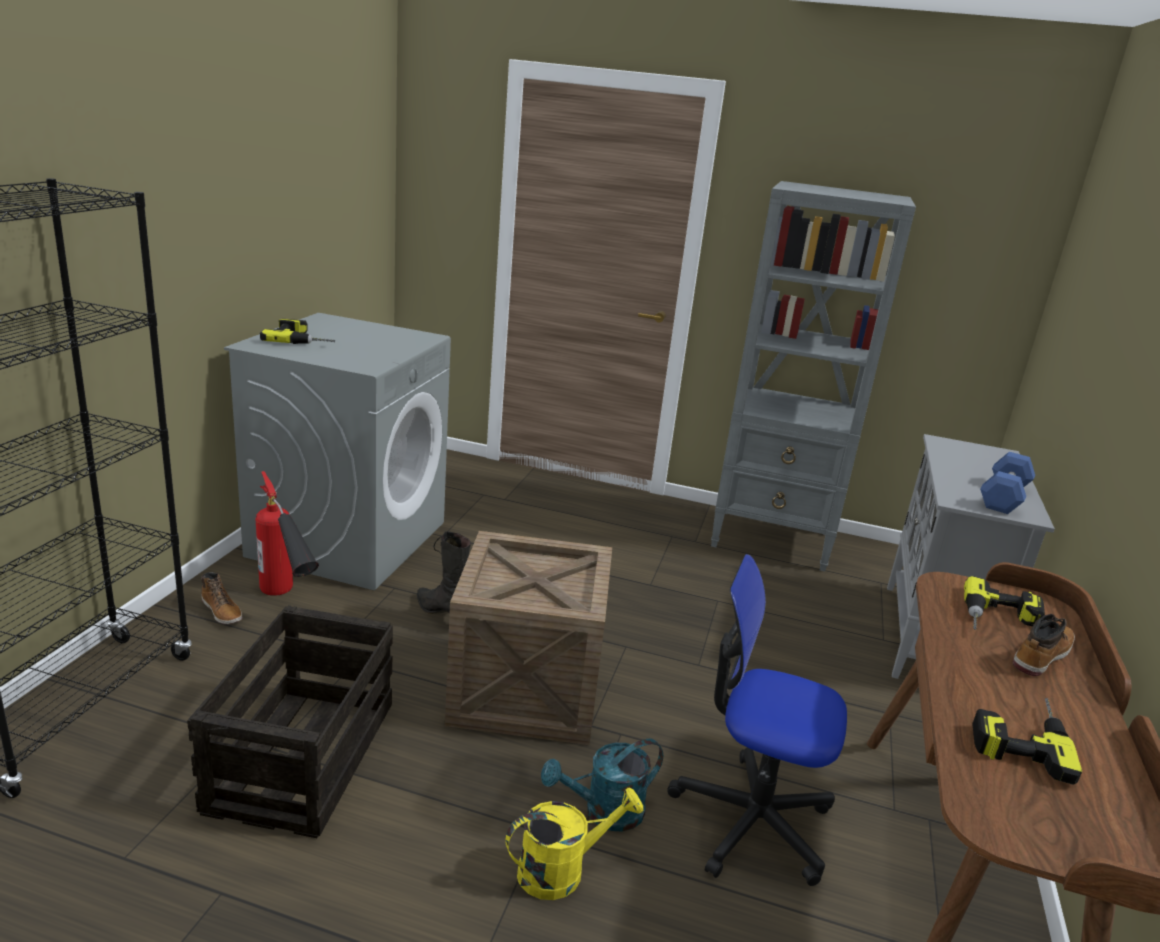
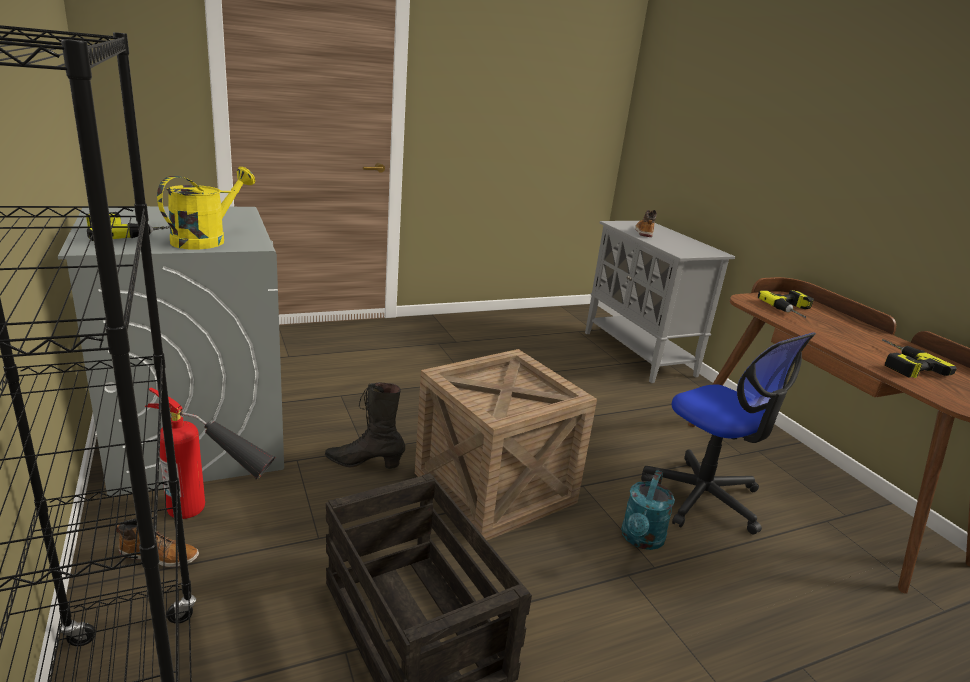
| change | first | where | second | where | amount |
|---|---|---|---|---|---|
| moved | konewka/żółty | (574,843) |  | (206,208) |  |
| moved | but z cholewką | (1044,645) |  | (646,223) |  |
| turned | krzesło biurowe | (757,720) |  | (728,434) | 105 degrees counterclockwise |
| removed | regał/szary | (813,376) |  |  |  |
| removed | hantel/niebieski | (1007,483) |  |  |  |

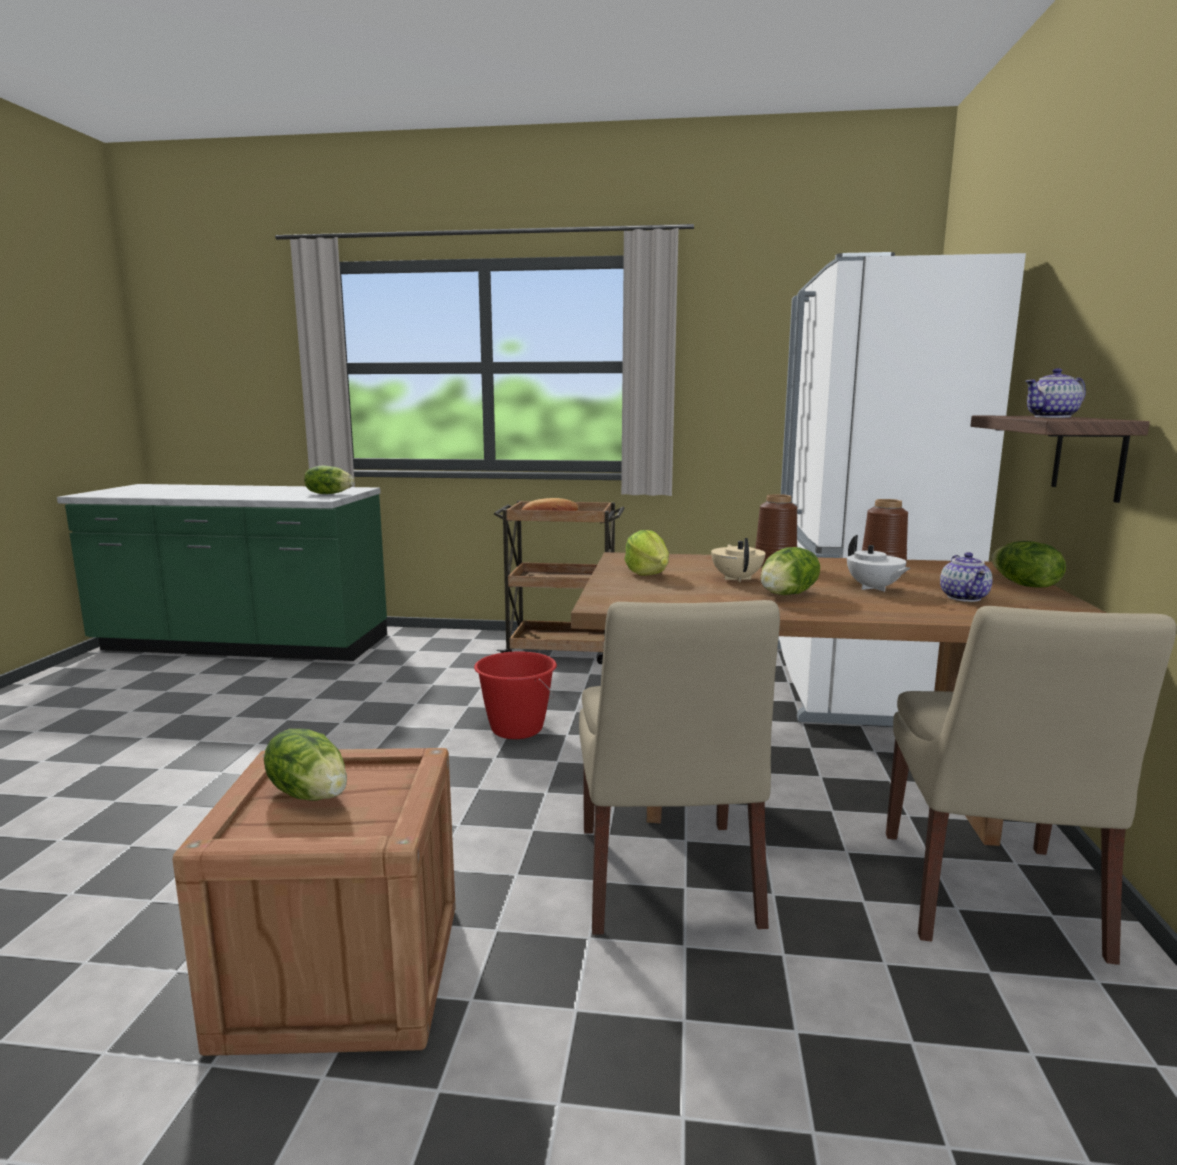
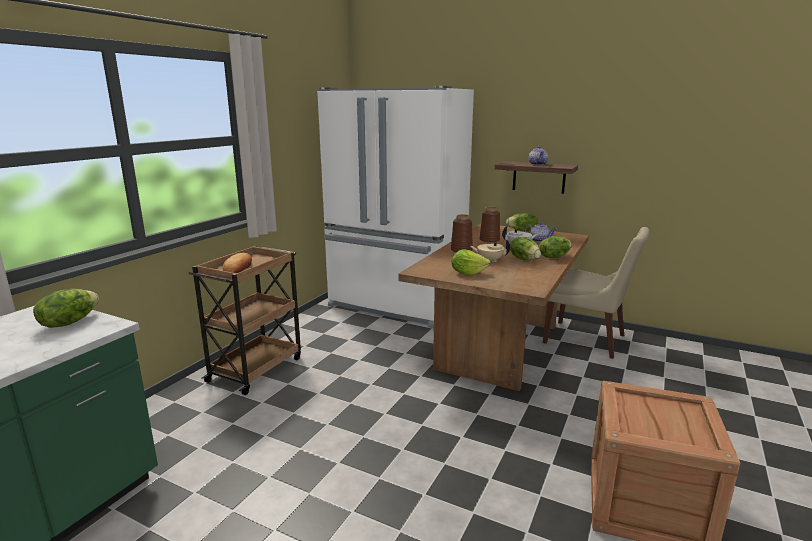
| change | first | where | second | where | amount |
|---|---|---|---|---|---|
| moved | sałata | (305,765) |  | (555,247) |  |
| removed | wiadro/czerwony | (515,695) |  |  |  |
| removed | krzesło/beżowy | (679,767) |  |  |  |

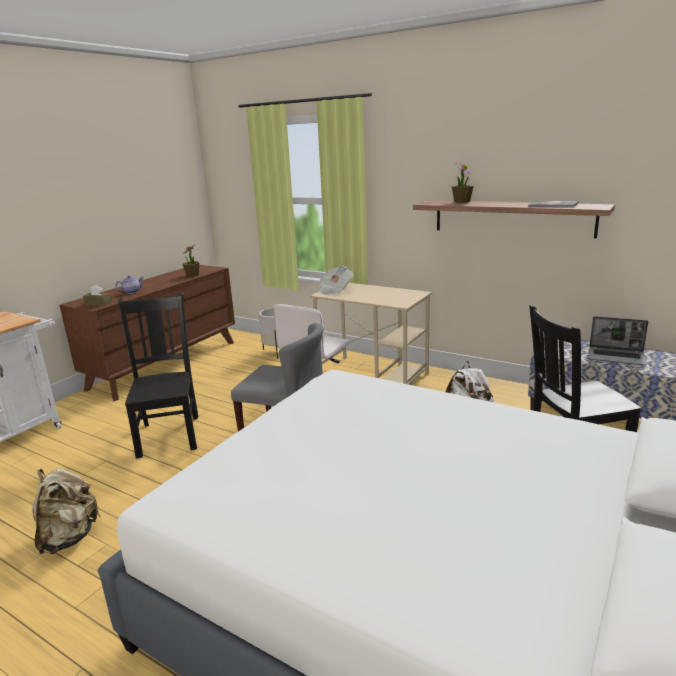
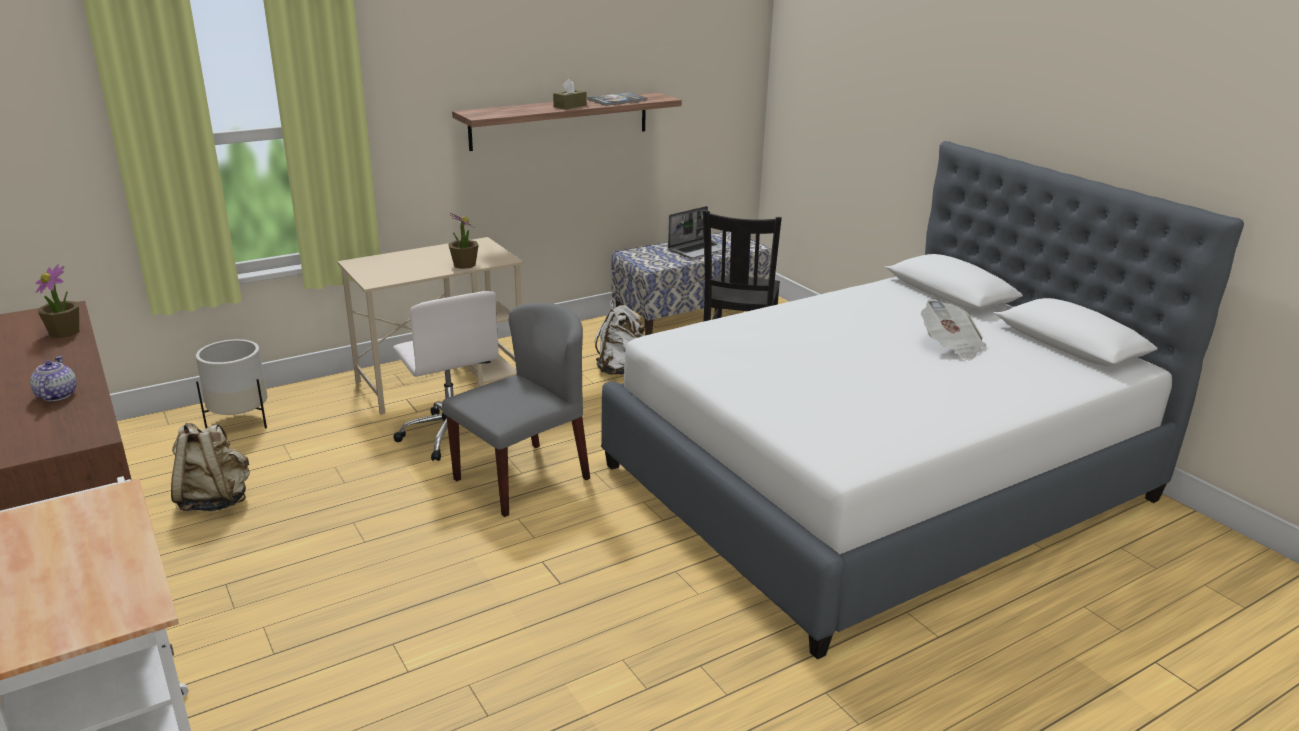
| change | first | where | second | where | amount |
|---|---|---|---|---|---|
| moved | plecak/beżowy | (66,511) |  | (210,467) |  |
| moved | roślina doniczkowa | (463,182) |  | (463,241) |  |
| moved | pudełko chusteczek/brązowy | (97,295) |  | (570,94) |  |
| moved | gazeta | (336,280) |  | (953,330) |  |
| removed | krzesło/czarny | (158,375) |  |  |  |

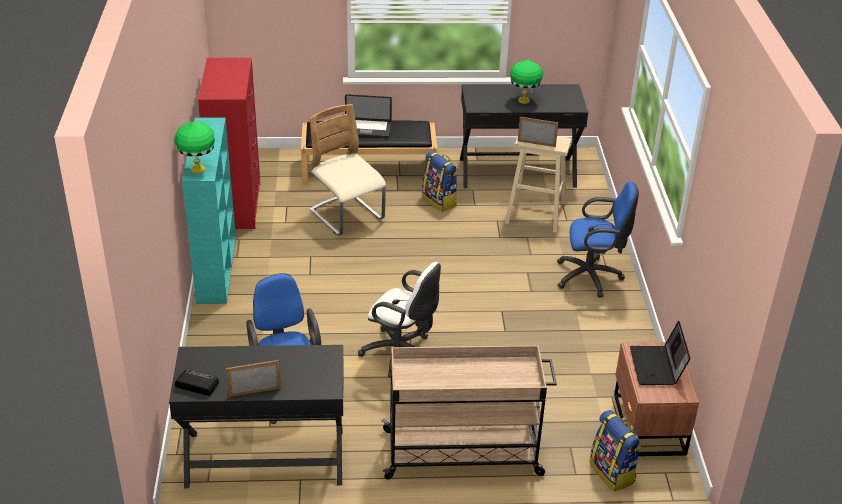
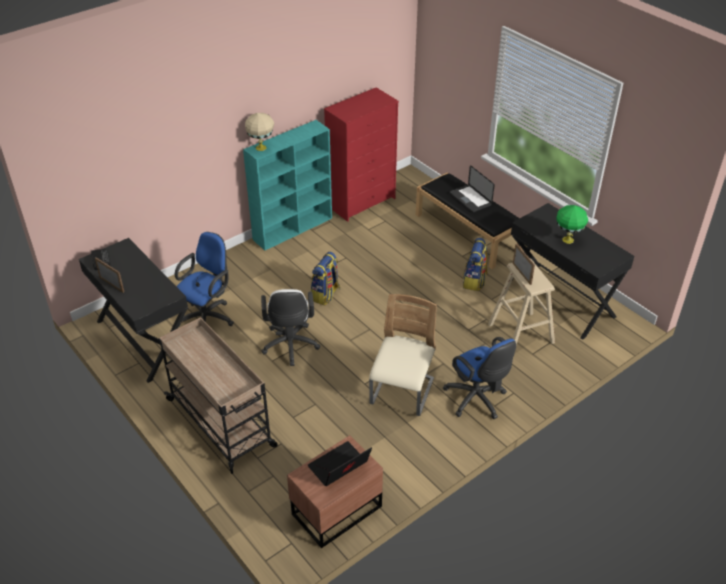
| change | first | where | second | where | amount |
|---|---|---|---|---|---|
| recoloured | lampa stołowa/zielony | (194,147) | lampa stołowa/beżowy | (259,132) |  |
| moved | plecak | (615,451) |  | (325,278) |  |
| moved | krzesło/beżowy | (347,170) |  | (403,355) |  |

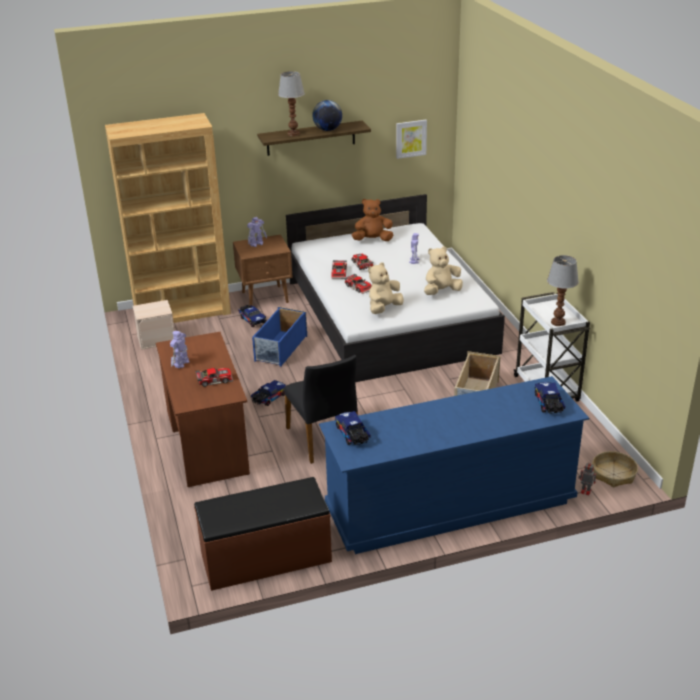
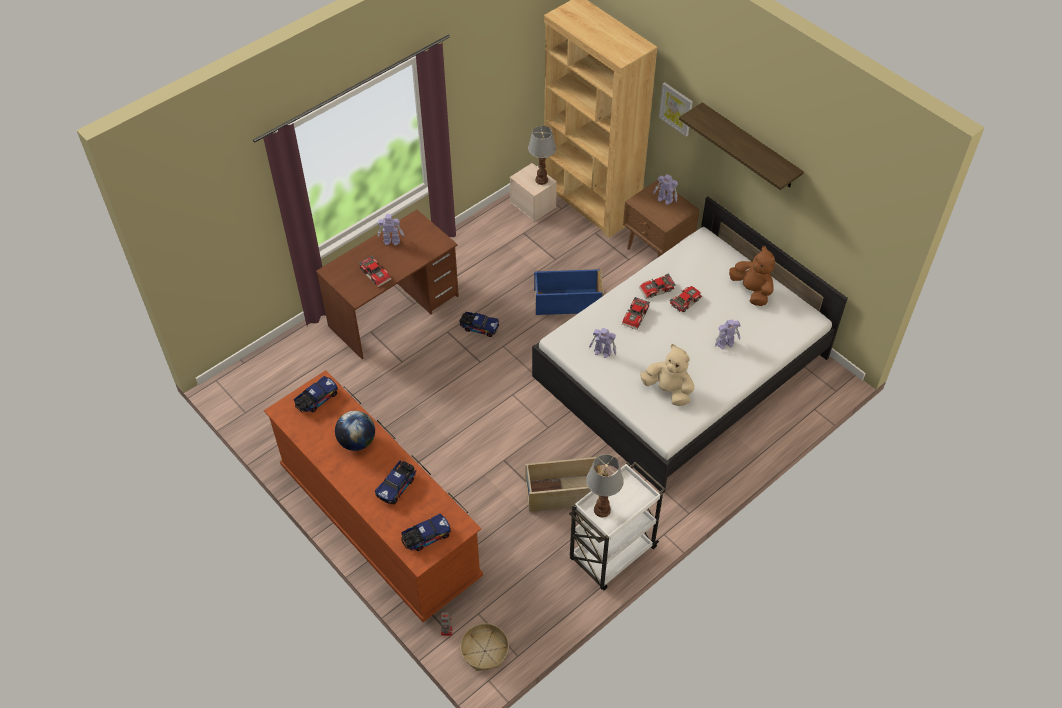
| change | first | where | second | where | amount |
|---|---|---|---|---|---|
| recoloured | komoda/niebieski | (454,465) | komoda/brązowy | (373,496) |  |
| moved | globus | (327,115) |  | (355,431) |  |
| moved | ciężarówka zabawkowa | (252,316) |  | (395,482) |  |
| moved | lampa stołowa | (291,103) |  | (542,155) |  |
| replaced | pluszak/beżowy | (386,288) | robot zabawkowy | (602,343) |  |
| moved | obraz | (411,139) |  | (676,109) |  |
| removed | ławka/brązowy | (263,534) |  |  |  |
| removed | krzesło/czarny | (321,409) |  |  |  |

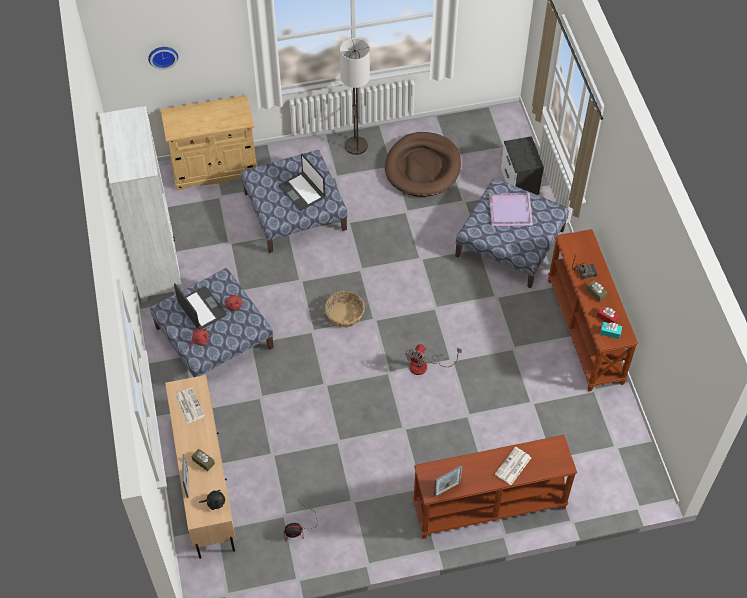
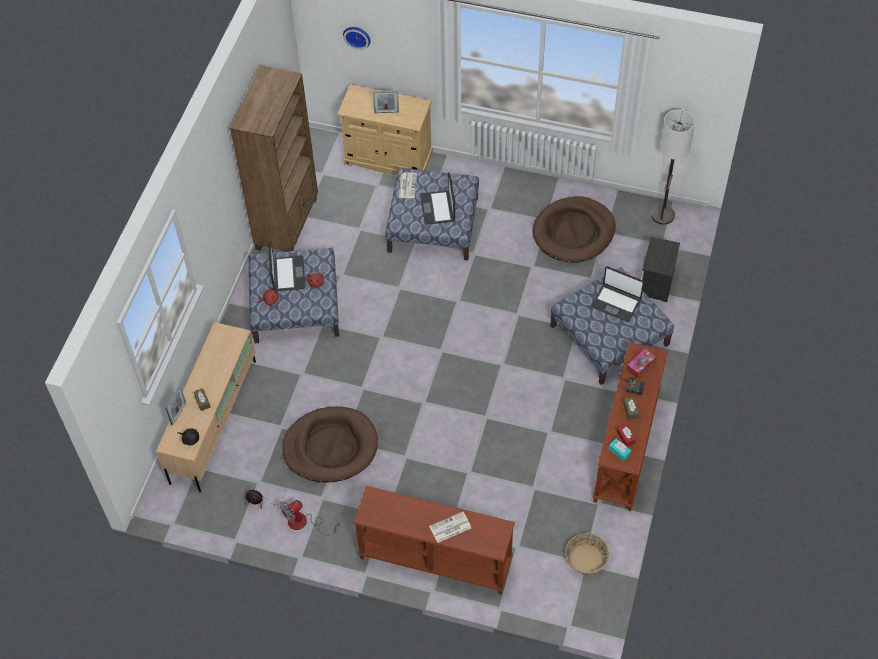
| change | first | where | second | where | amount |
|---|---|---|---|---|---|
| recoloured | regał/biały | (141,204) | regał/brązowy | (274,158) |  |
| moved | wentylator | (433,359) |  | (310,517) |  |
| added |  |  | legowisko/brązowy | (330,444) |  |
| moved | ramka na zdjęcie | (448,481) |  | (386,101) |  |
| moved | gazeta | (190,406) |  | (408,185) |  |
| moved | koszyk | (345,309) |  | (587,554) |  |
| replaced | taca/fioletowy | (511,209) | laptop | (617,294) |  |
| added |  |  | pudełko chusteczek | (641,363) |  |
| moved | lampa stojąca | (355,96) |  | (673,167) |  |

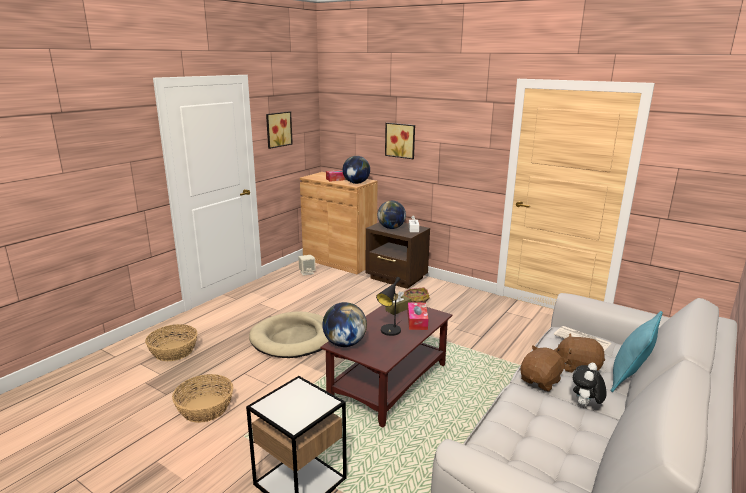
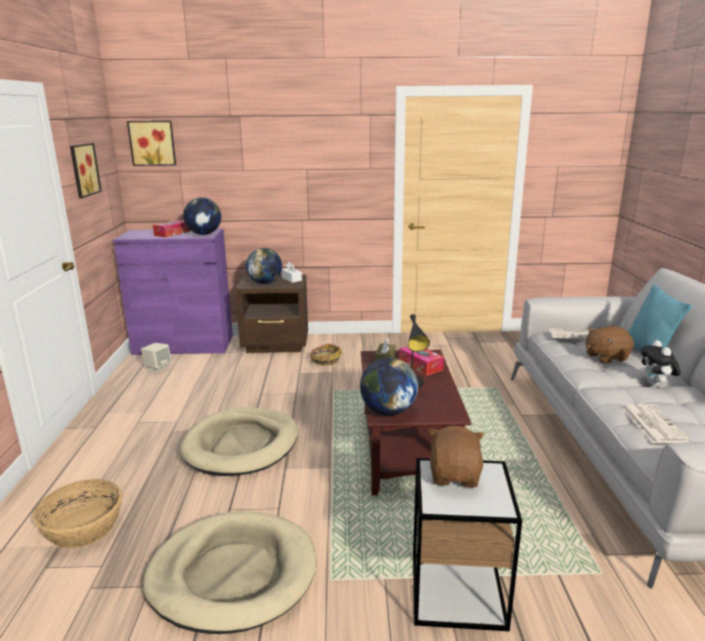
| change | first | where | second | where | amount |
|---|---|---|---|---|---|
| recoloured | szafka/brązowy | (339,223) | szafka/fioletowy | (173,292) |  |
| moved | obraz | (400,141) |  | (151,143) |  |
| replaced | koszyk | (202,398) | legowisko/beżowy | (229,572) |  |
| moved | pluszak/brązowy | (544,368) |  | (456,456) |  |
| added |  |  | gazeta | (656,423) |  |

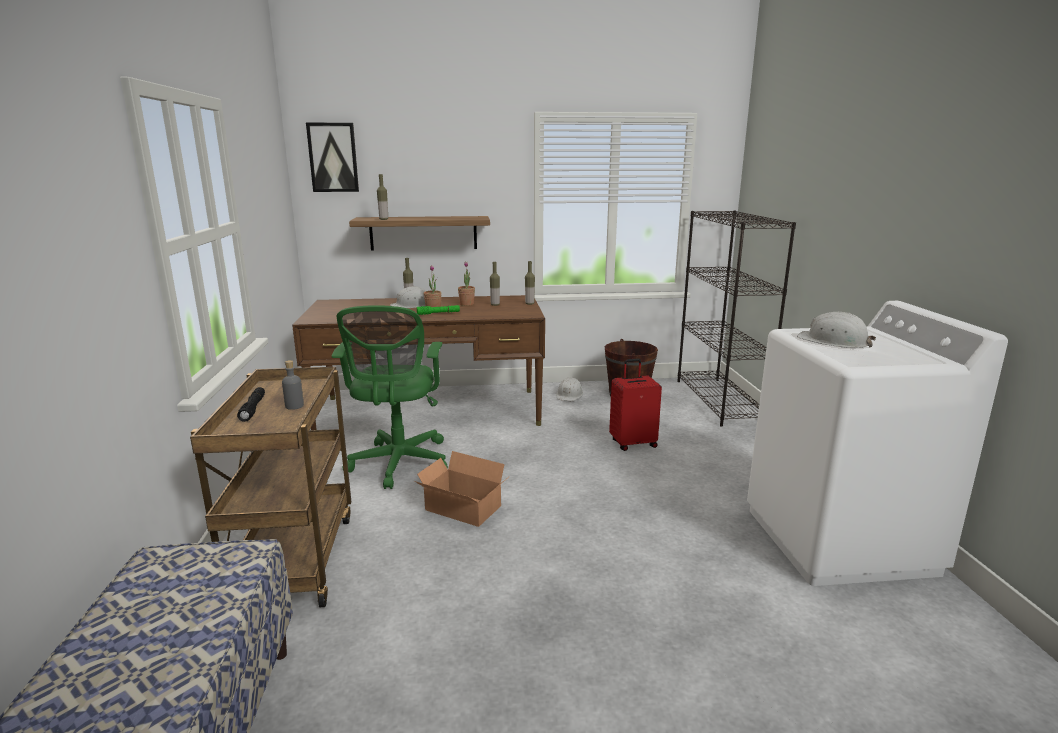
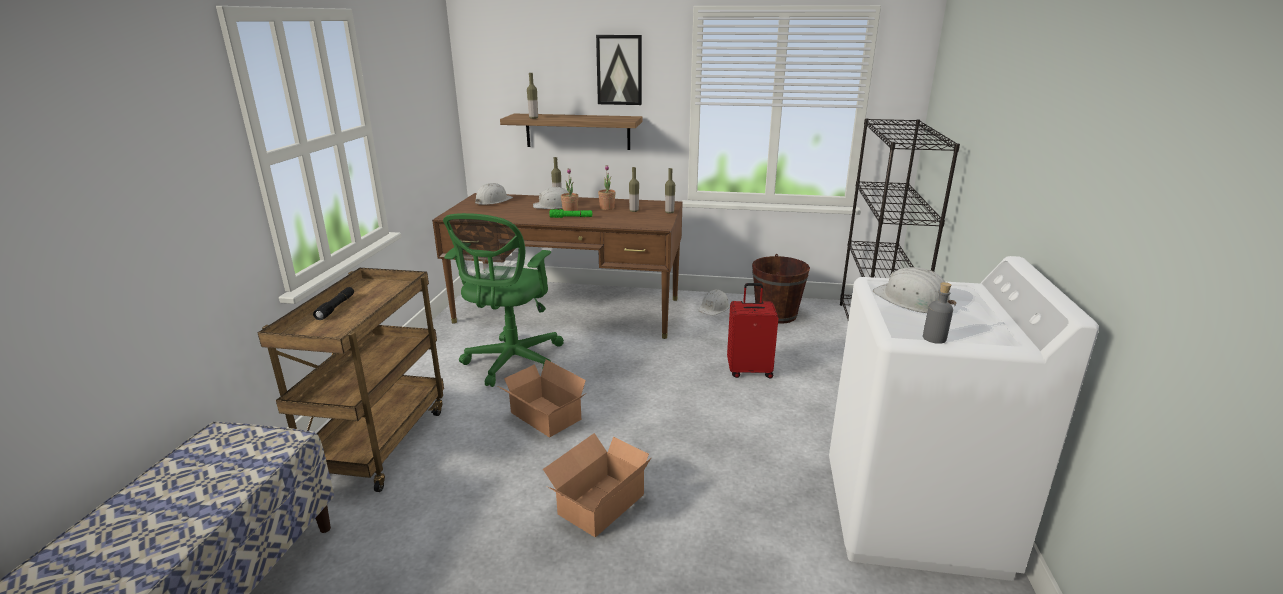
| change | first | where | second | where | amount |
|---|---|---|---|---|---|
| added |  |  | kask/biały | (494,194) |  |
| added |  |  | karton | (597,485) |  |
| moved | obraz | (332,157) |  | (619,70) |  |
| moved | butelka/szary | (293,385) |  | (938,313) |  |

